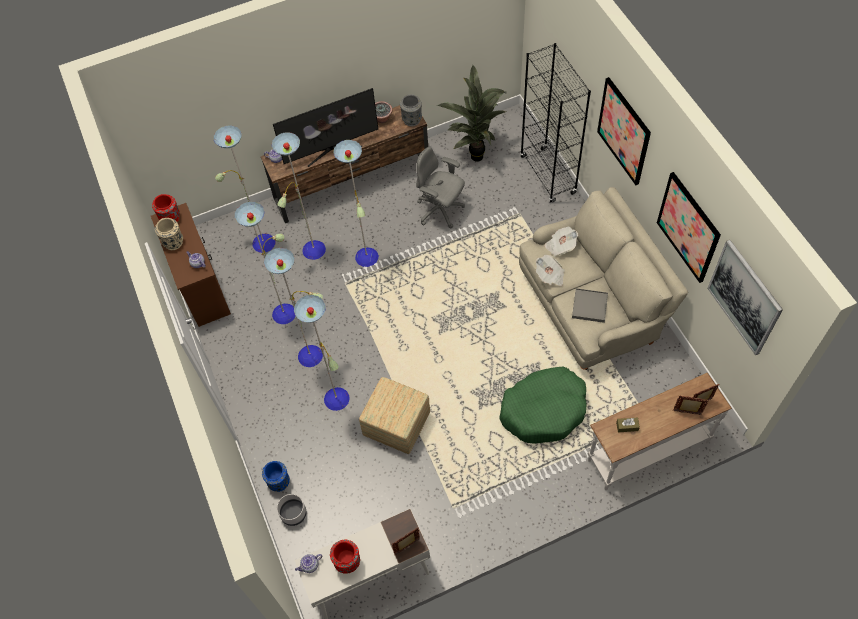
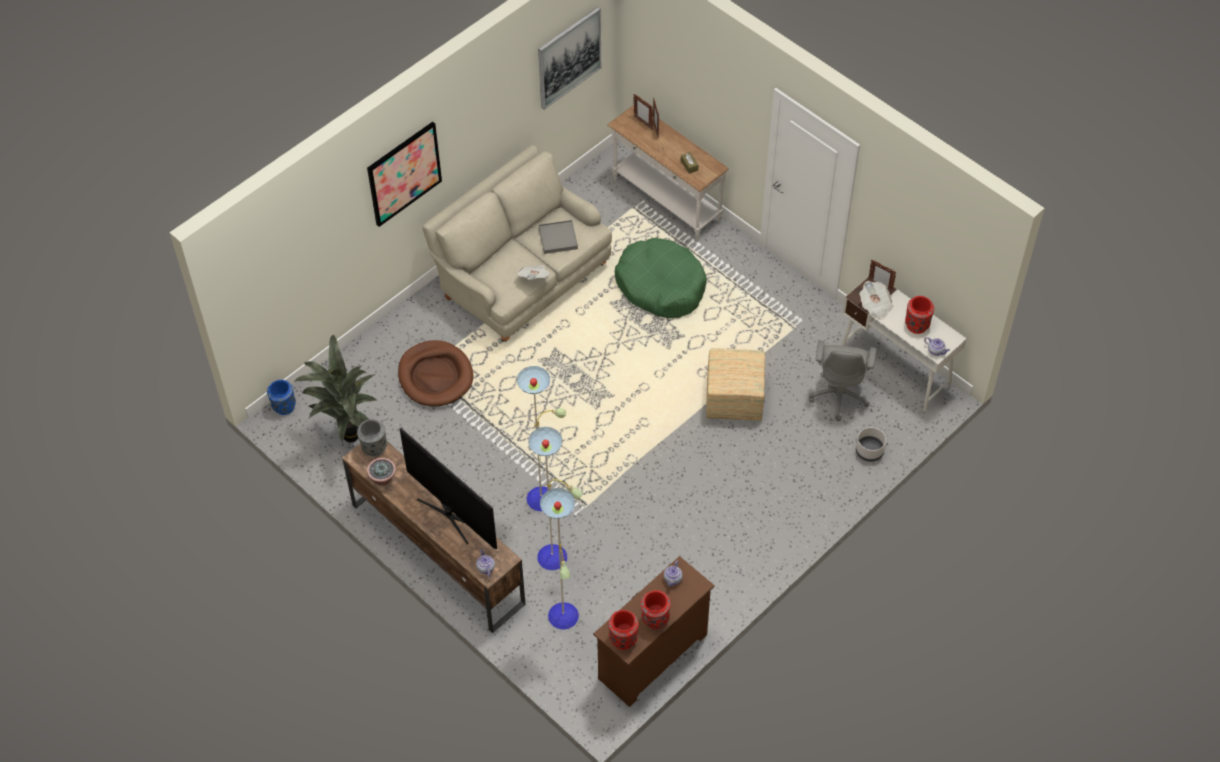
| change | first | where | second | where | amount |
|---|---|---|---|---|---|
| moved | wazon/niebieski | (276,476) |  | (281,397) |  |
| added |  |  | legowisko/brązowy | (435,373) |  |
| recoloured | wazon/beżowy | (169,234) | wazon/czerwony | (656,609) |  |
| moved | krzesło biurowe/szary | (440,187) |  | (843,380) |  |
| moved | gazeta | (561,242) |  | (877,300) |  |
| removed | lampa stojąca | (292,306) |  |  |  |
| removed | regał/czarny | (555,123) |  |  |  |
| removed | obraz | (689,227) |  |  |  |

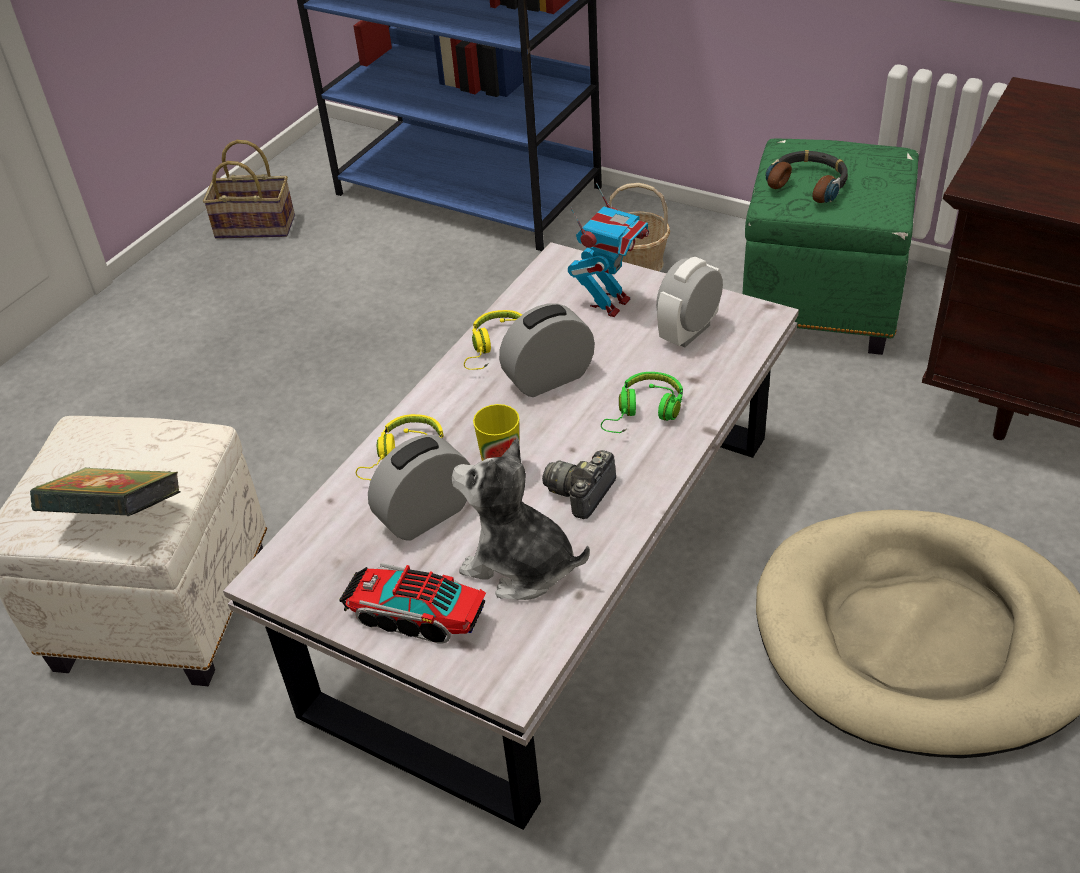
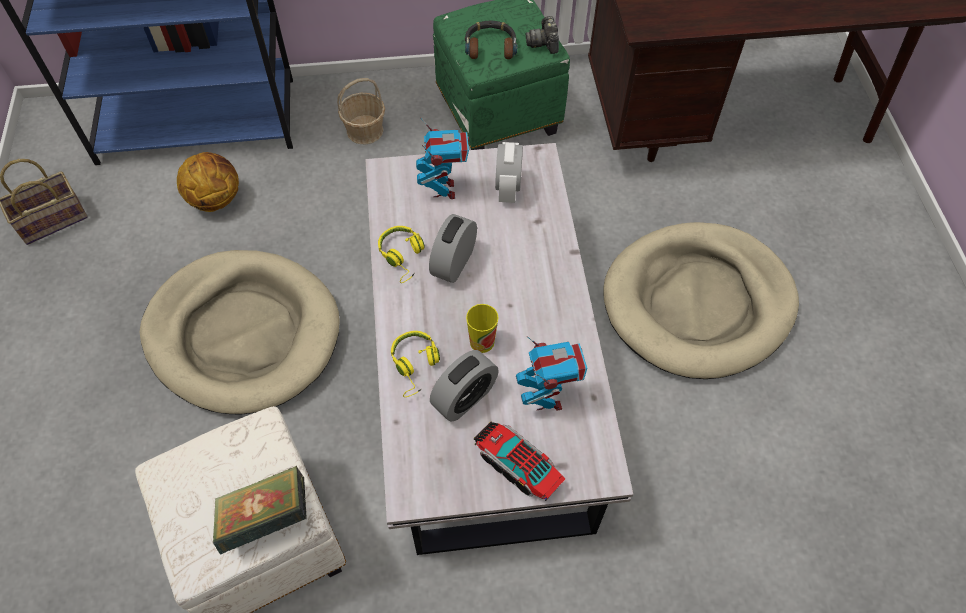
| change | first | where | second | where | amount |
|---|---|---|---|---|---|
| added |  |  | legowisko/beżowy | (240,332) |  |
| added |  |  | piłka do koszykówki | (208,182) |  |
| turned | budzik | (419,487) |  | (464,385) | 150 degrees counterclockwise |
| turned | ciężarówka zabawkowa | (412,603) |  | (519,461) | 60 degrees clockwise |
| replaced | pluszak | (520,519) | robot zabawkowy | (551,373) |  |
| moved | aparat fotograficzny | (579,484) |  | (542,35) |  |
| removed | słuchawki/zielony | (642,402) |  |  |  |

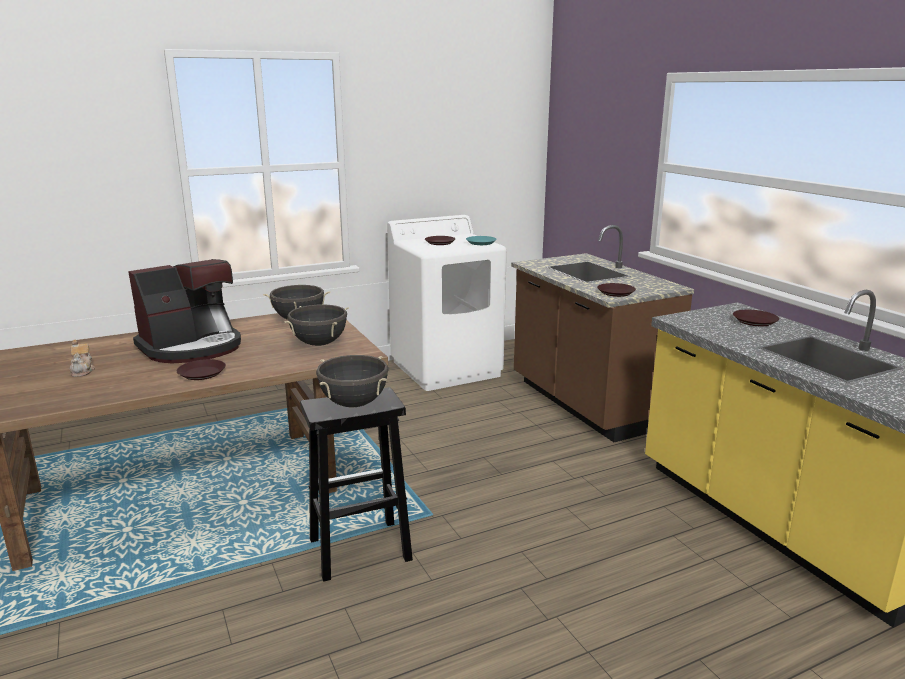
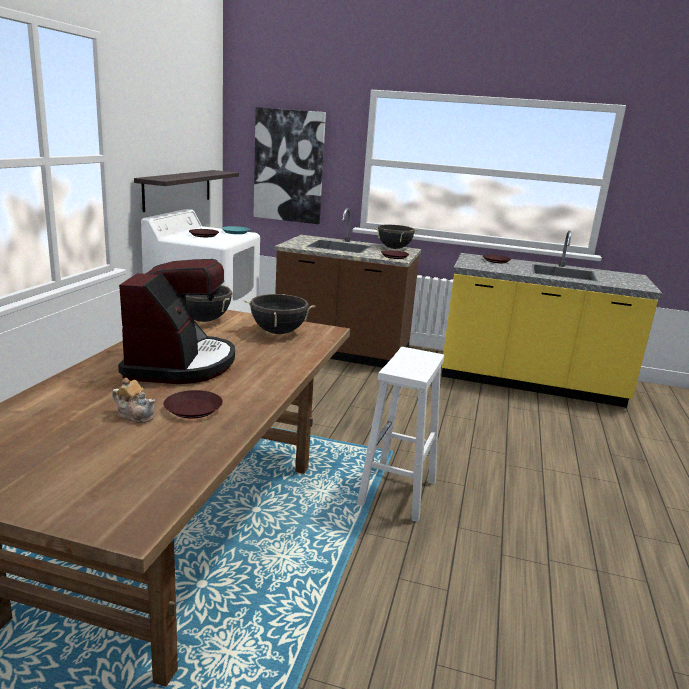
| change | first | where | second | where | amount |
|---|---|---|---|---|---|
| added |  |  | półka | (186,191) |  |
| moved | talerz/brązowy | (201,369) |  | (193,404) |  |
| added |  |  | obraz | (289,165) |  |
| recoloured | stołek/czarny | (356,484) | stołek/biały | (400,434) |  |
| moved | garnek/czarny | (352,381) |  | (396,237) |  |

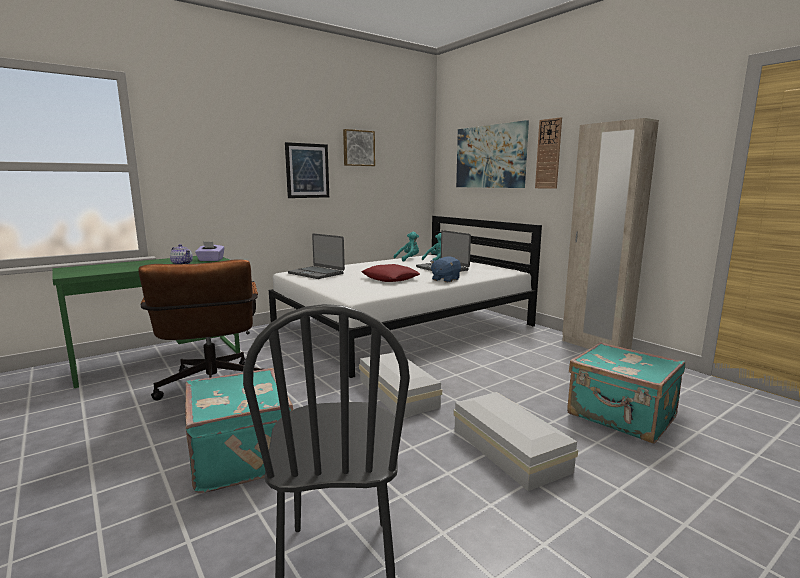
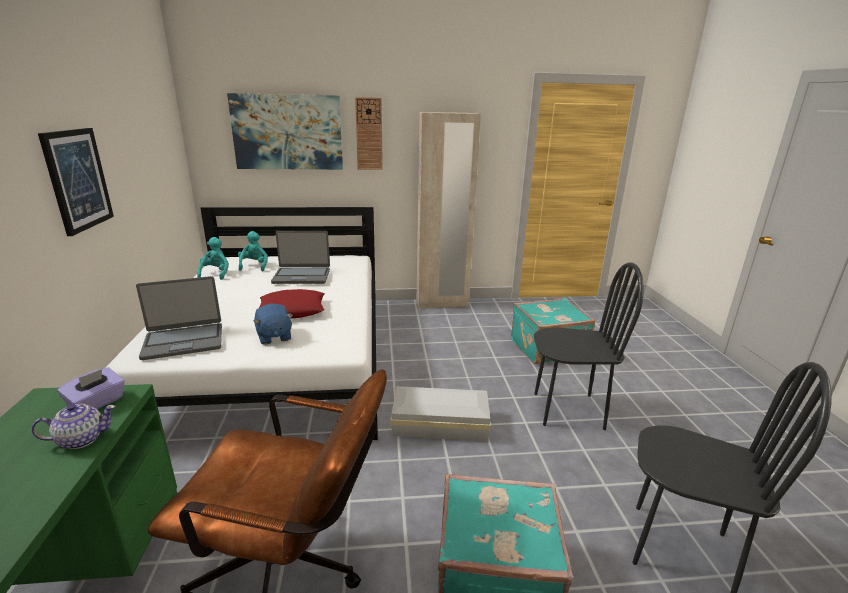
| change | first | where | second | where | amount |
|---|---|---|---|---|---|
| moved | pluszak/niebieski | (445,269) |  | (273,324) |  |
| replaced | pojemnik do przechowywania/biały | (515,441) | krzesło/czarny | (589,346) |  |
| removed | obraz | (359,147) |  |  |  |

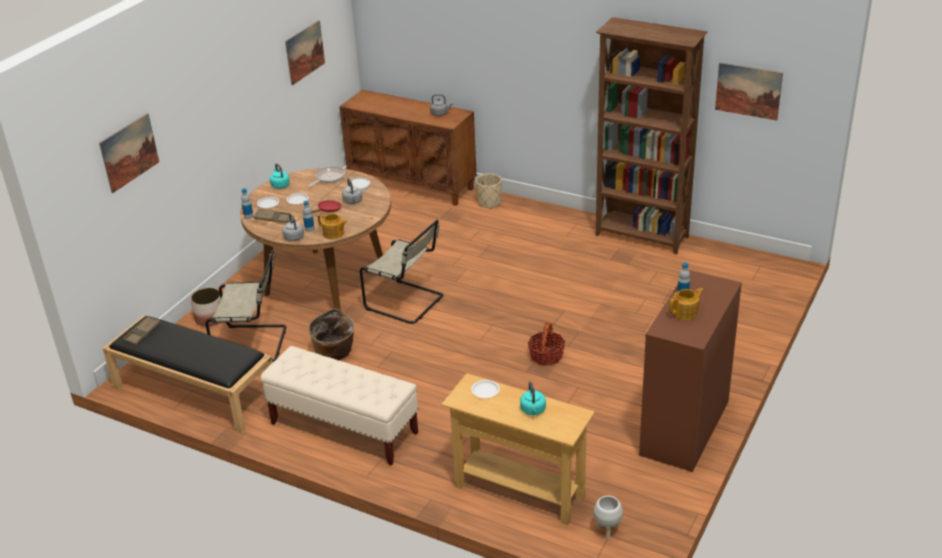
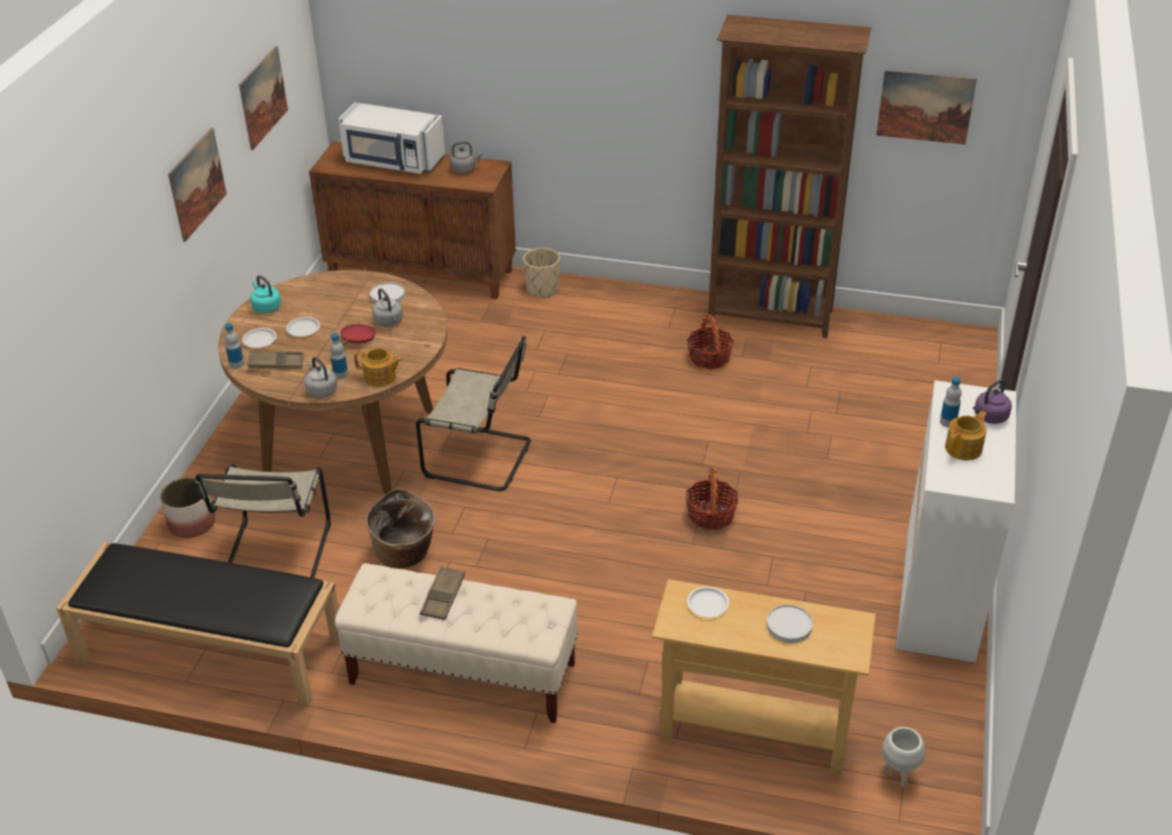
| change | first | where | second | where | amount |
|---|---|---|---|---|---|
| moved | obraz | (129,153) |  | (197,185) |  |
| turned | krzesło/beżowy | (245,306) |  | (263,521) | 105 degrees clockwise |
| added |  |  | mikrofalówka/biały | (391,138) |  |
| moved | taca/brązowy | (142,330) |  | (442,593) |  |
| added |  |  | koszyk | (710,341) |  |
| replaced | czajnik/turkusowy | (533,398) | talerz/biały | (790,624) |  |
| recoloured | komoda/brązowy | (690,371) | komoda/biały | (955,521) |  |
| added |  |  | czajnik/fioletowy | (992,401) |  |
| removed | patelnia | (326,176) |  |  |  |

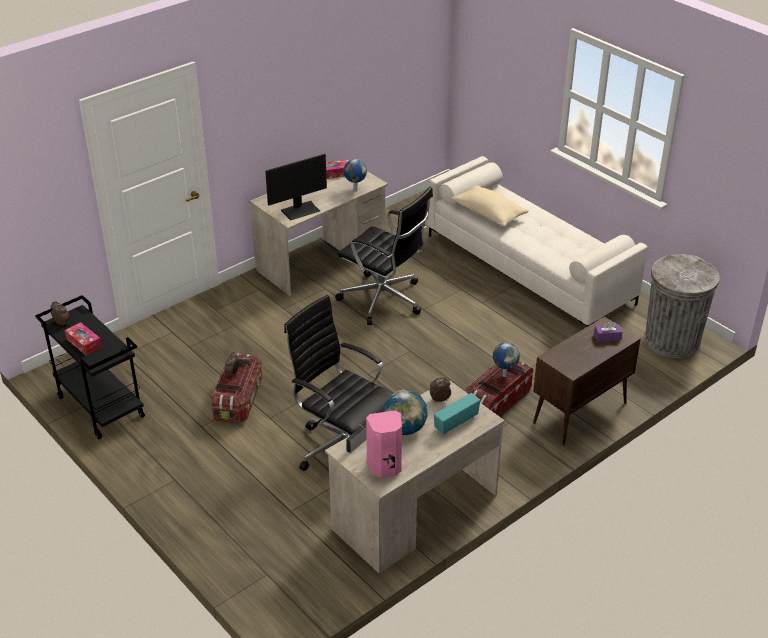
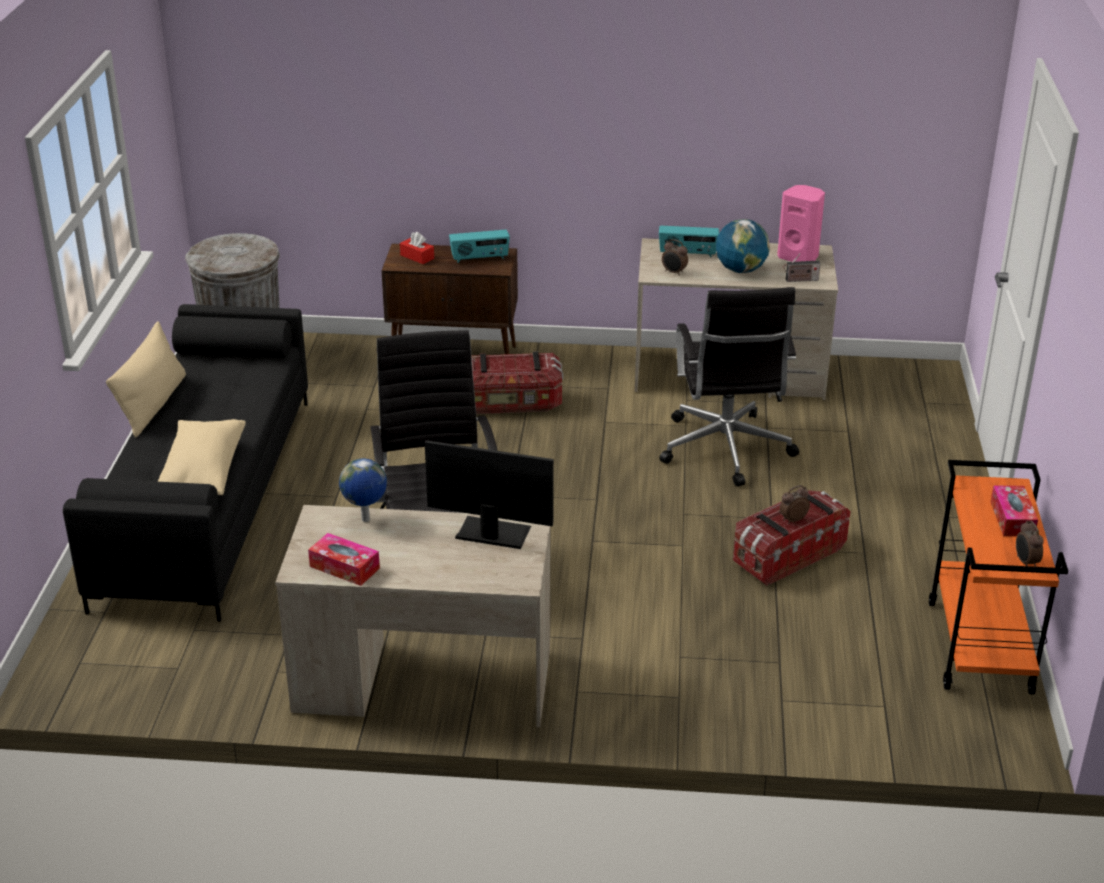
| change | first | where | second | where | amount |
|---|---|---|---|---|---|
| recoloured | kanapa/biały | (538,241) | kanapa/czarny | (185,463) |  |
| added |  |  | poduszka/beżowy | (146,379) |  |
| recoloured | pudełko chusteczek/fioletowy | (608,331) | pudełko chusteczek/czerwony | (417,248) |  |
| added |  |  | radio | (479,246) |  |
| recoloured | wózek/czarny | (90,367) | wózek/pomarańczowy | (998,577) |  |
| removed | globus | (506,359) |  |  |  |

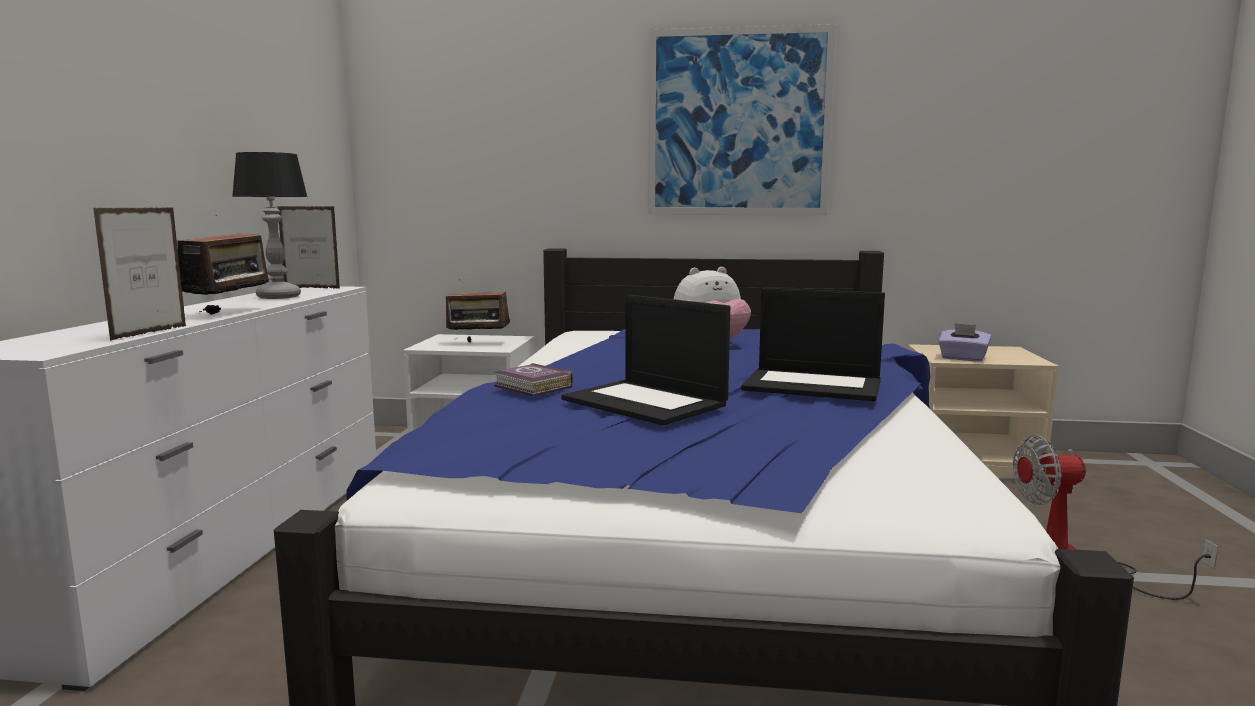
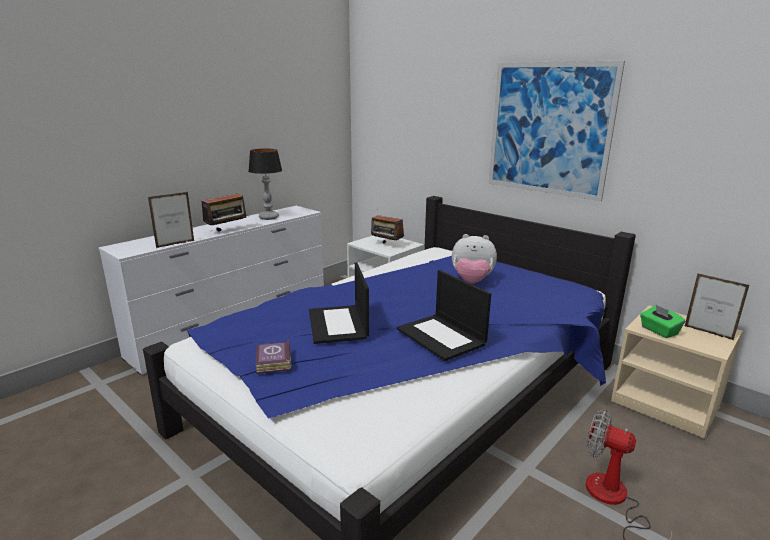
| change | first | where | second | where | amount |
|---|---|---|---|---|---|
| moved | książka | (533,379) |  | (273,357) |  |
| recoloured | pudełko chusteczek/fioletowy | (965,342) | pudełko chusteczek/zielony | (662,321) |  |
| moved | ramka na zdjęcie | (309,247) |  | (717,306) |  |

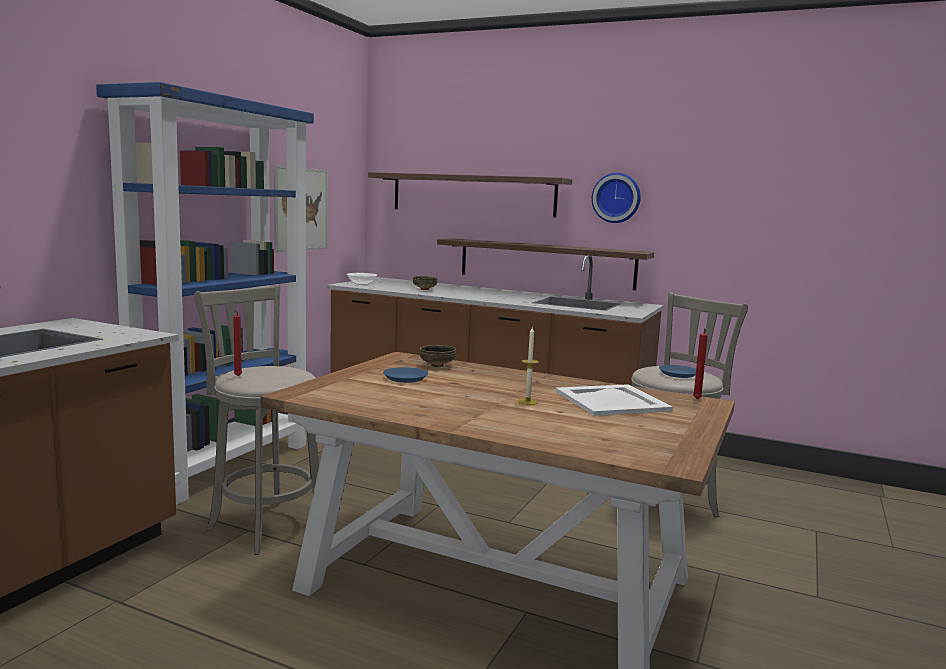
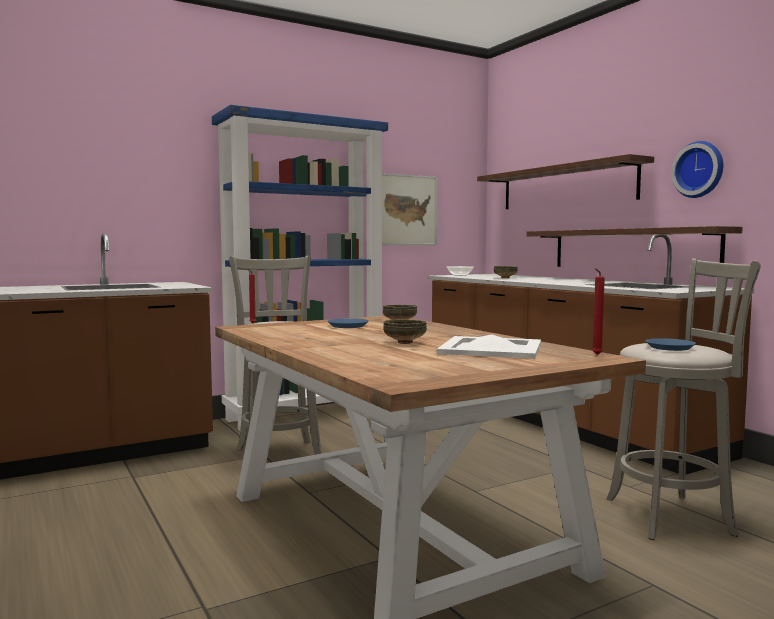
| change | first | where | second | where | amount |
|---|---|---|---|---|---|
| replaced | świeca | (528,366) | miska | (405,331) |  |

